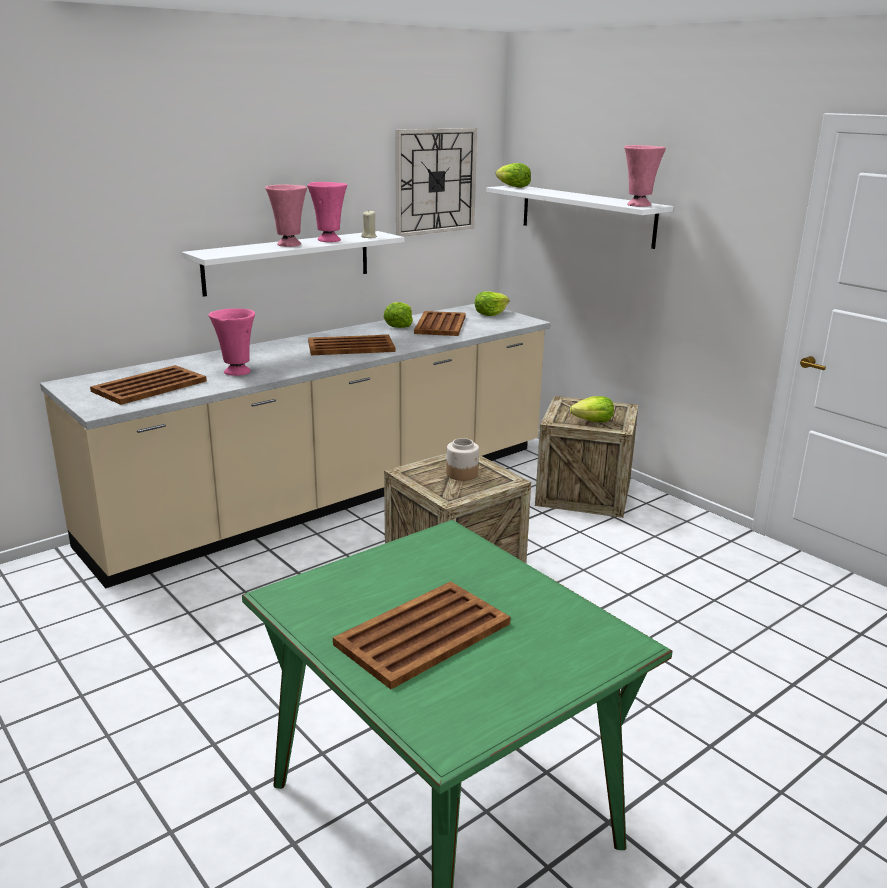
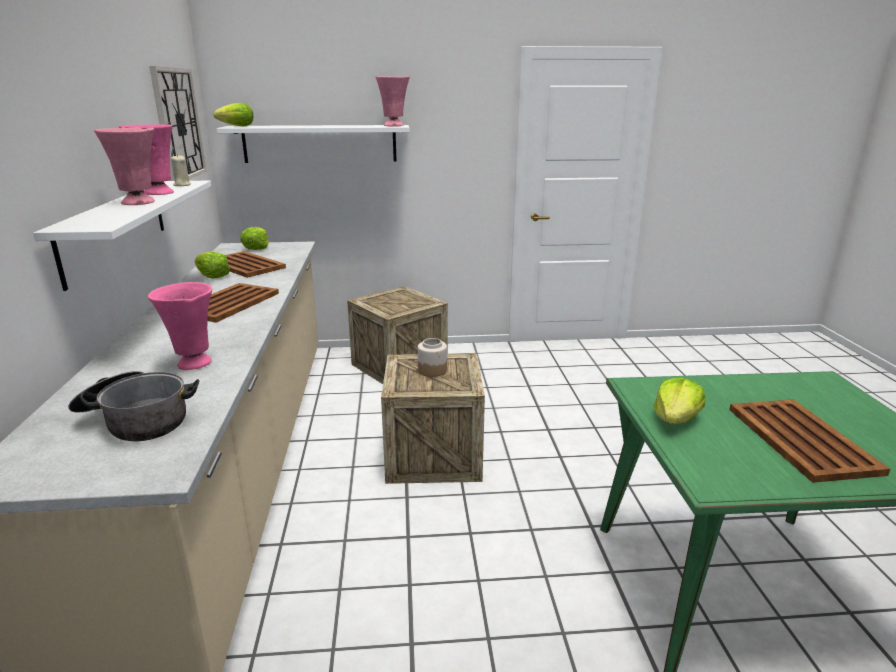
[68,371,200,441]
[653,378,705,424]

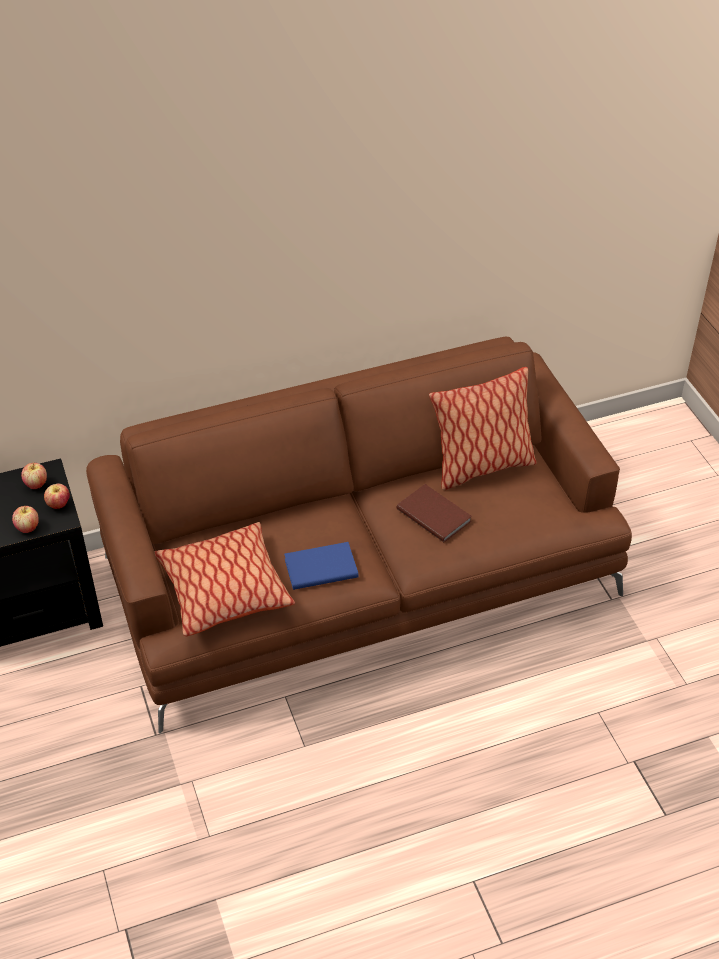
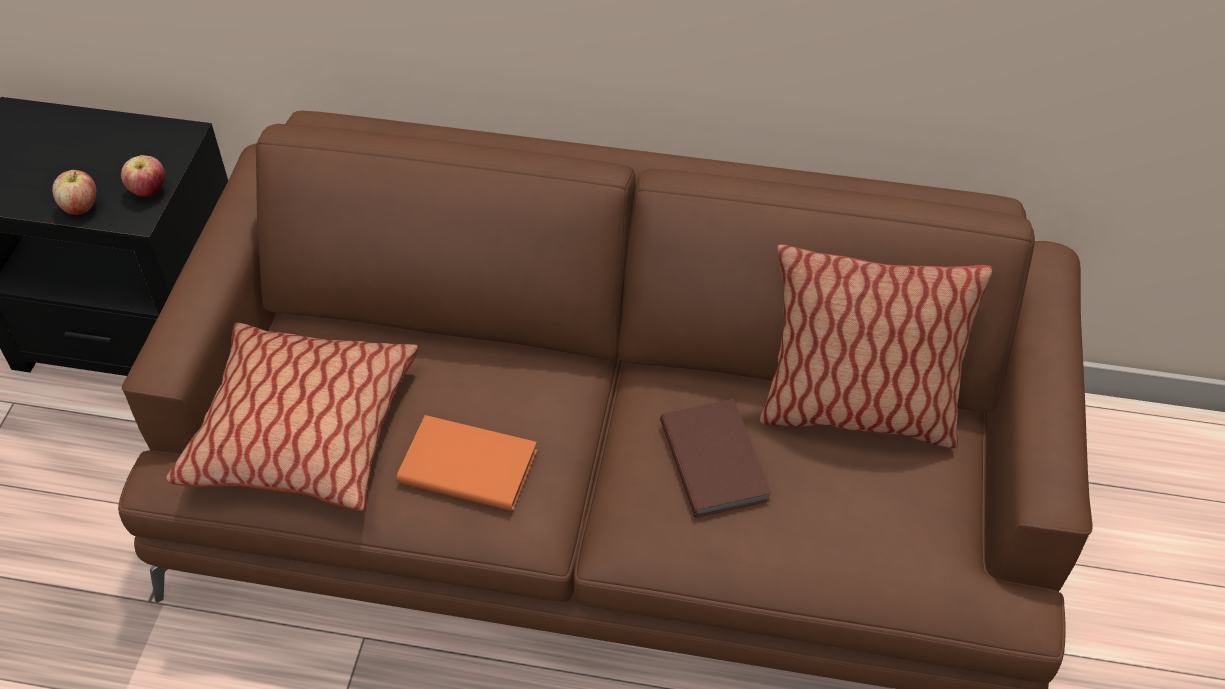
[397,415,537,511]
[21,463,47,489] (first image)

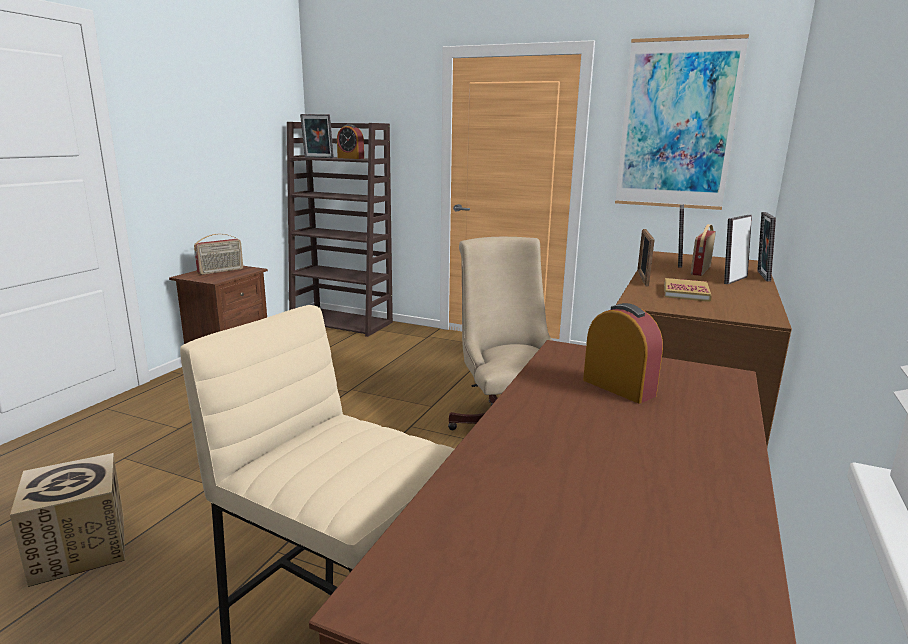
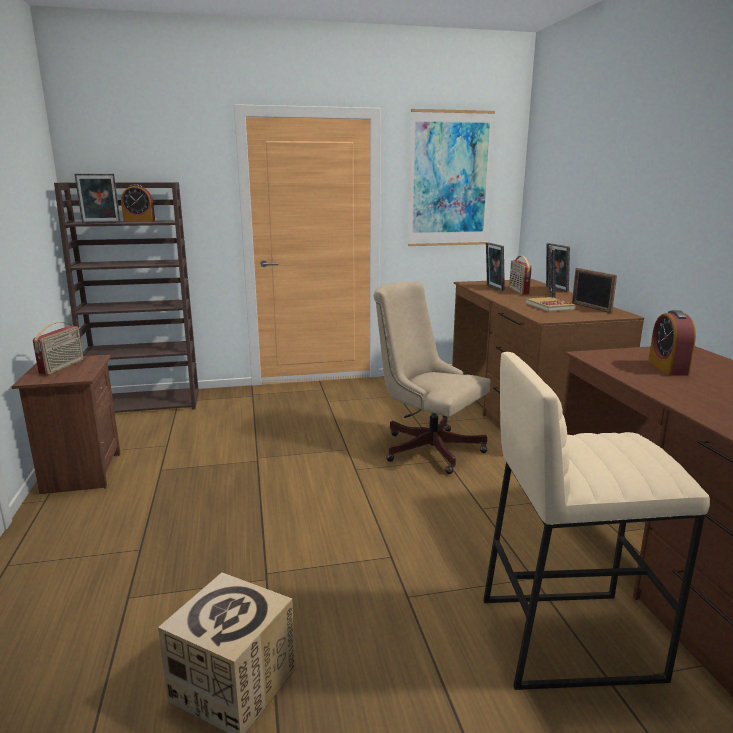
[572,268,617,313]
[648,310,696,376]

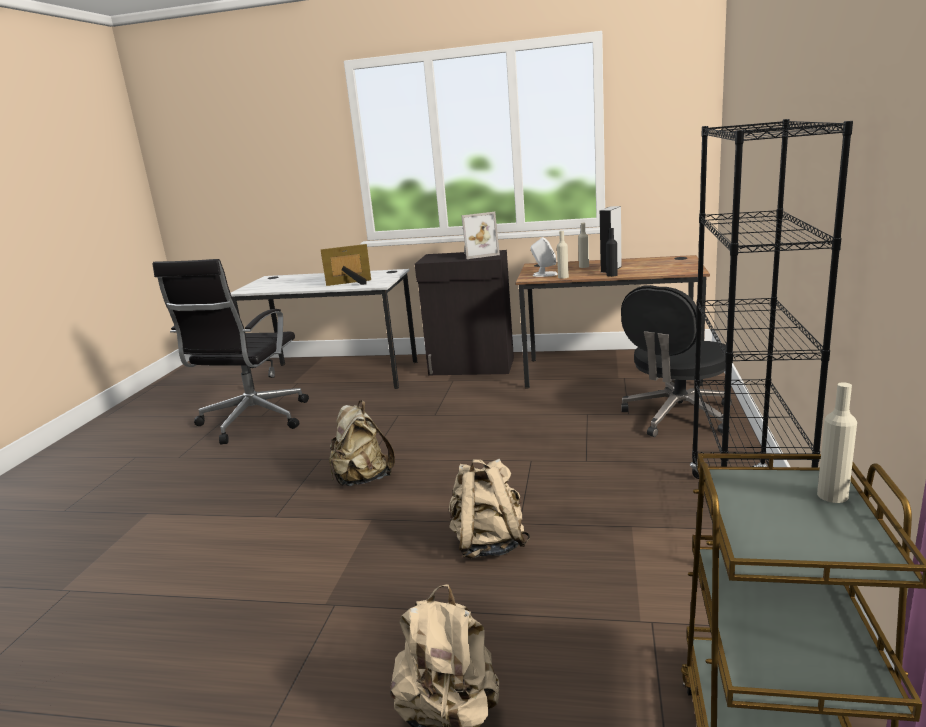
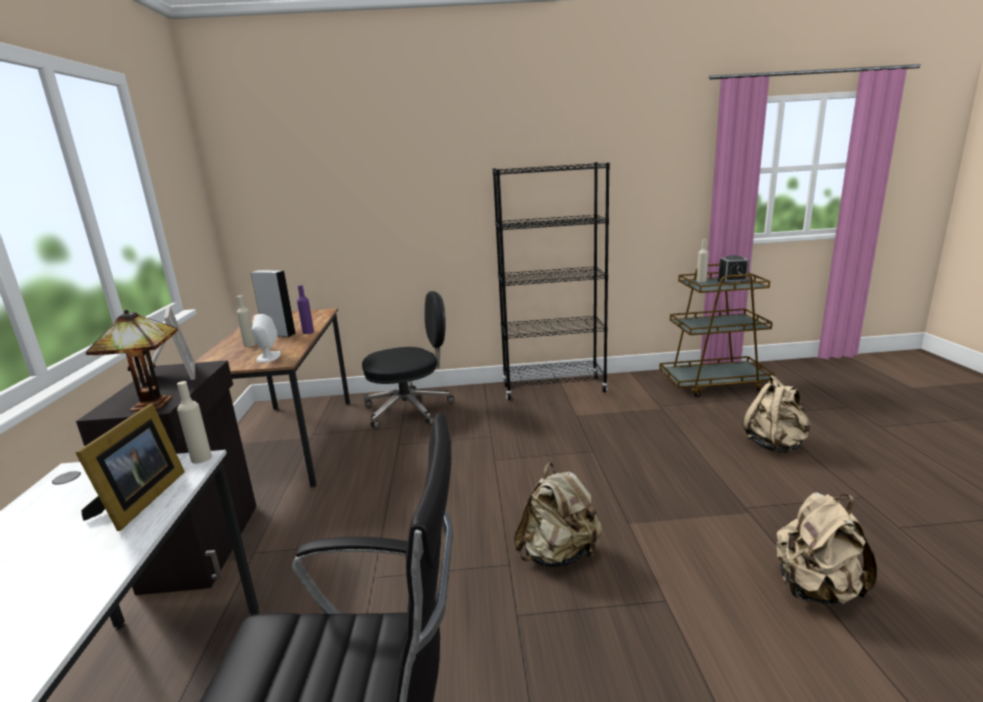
[75,403,185,531]
[86,310,178,412]
[177,381,212,464]
[297,285,314,334]
[362,291,454,428]
[717,255,749,284]
[776,492,877,605]

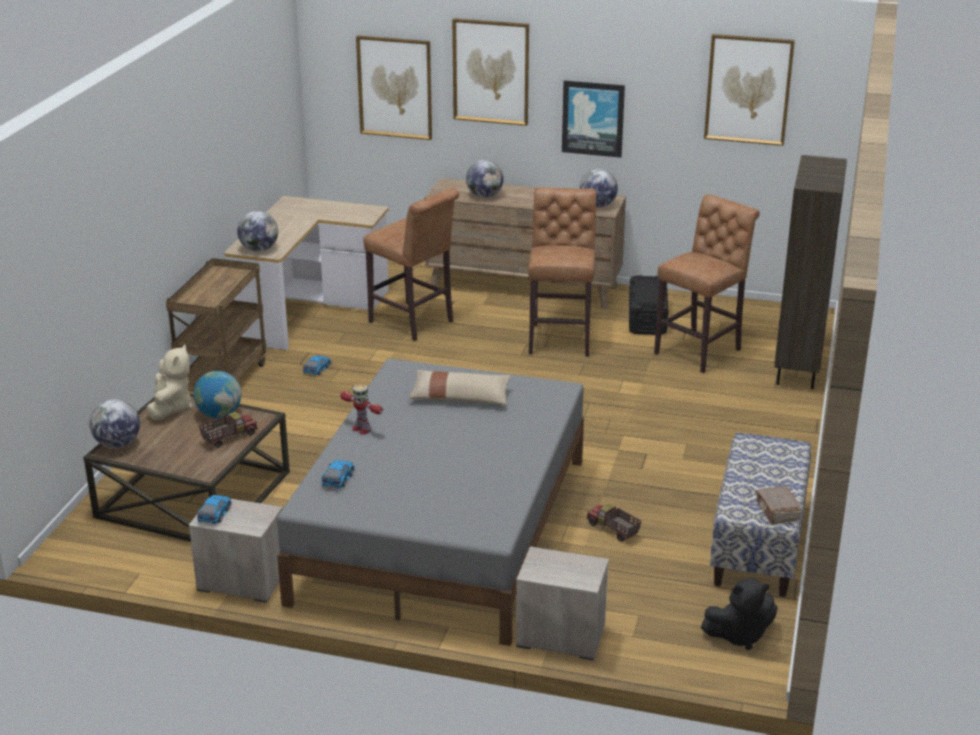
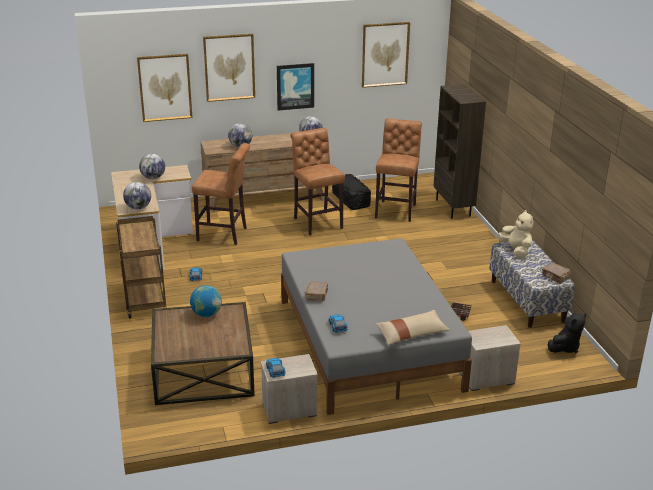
[139,154,165,179]
[305,281,328,302]
[375,310,450,345]
[498,210,533,258]
[198,412,258,448] (first image)

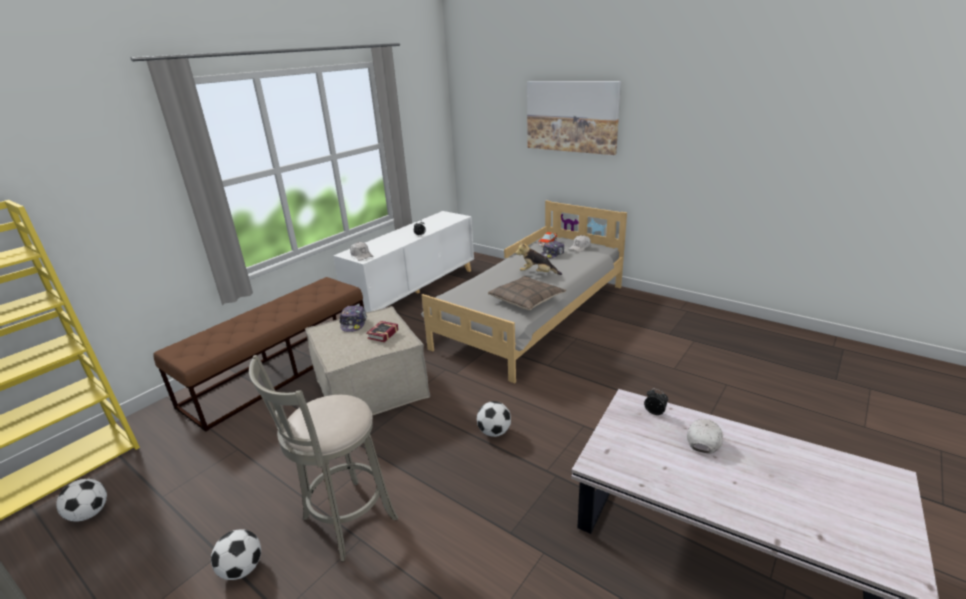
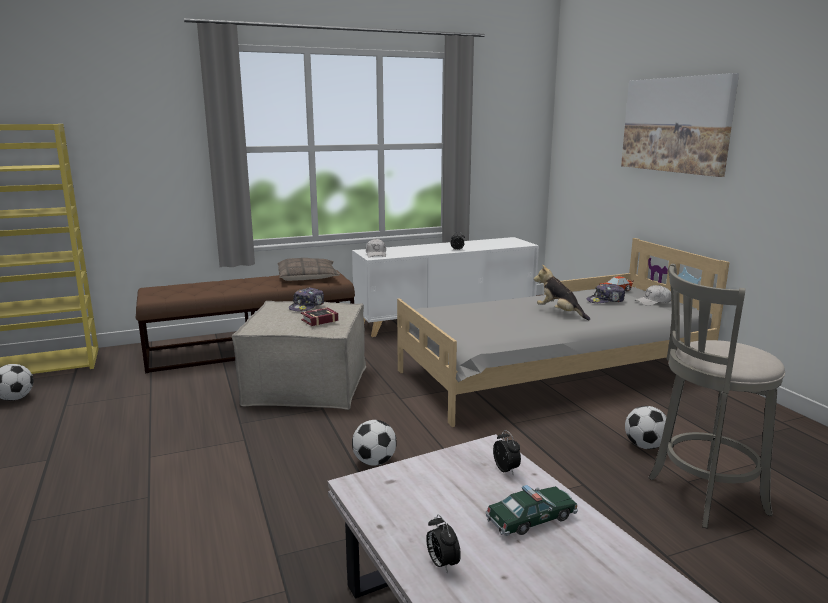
[277,258,340,281]
[426,514,461,574]
[485,485,578,536]
[625,406,666,449]
[648,264,785,529]

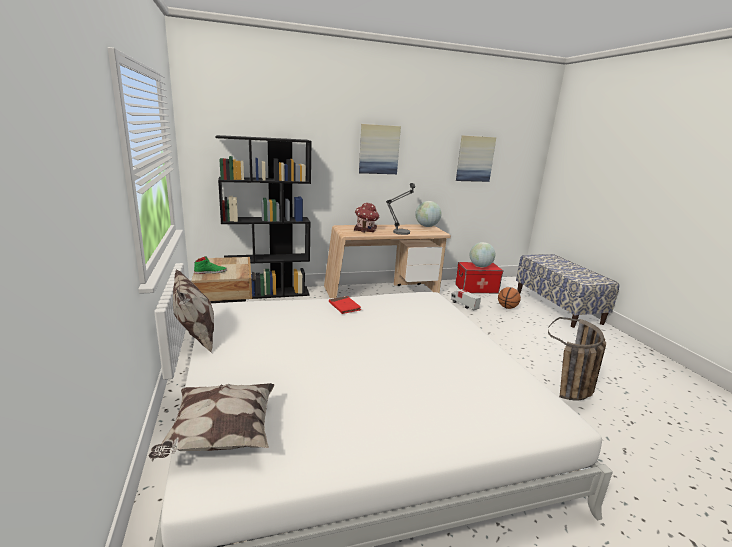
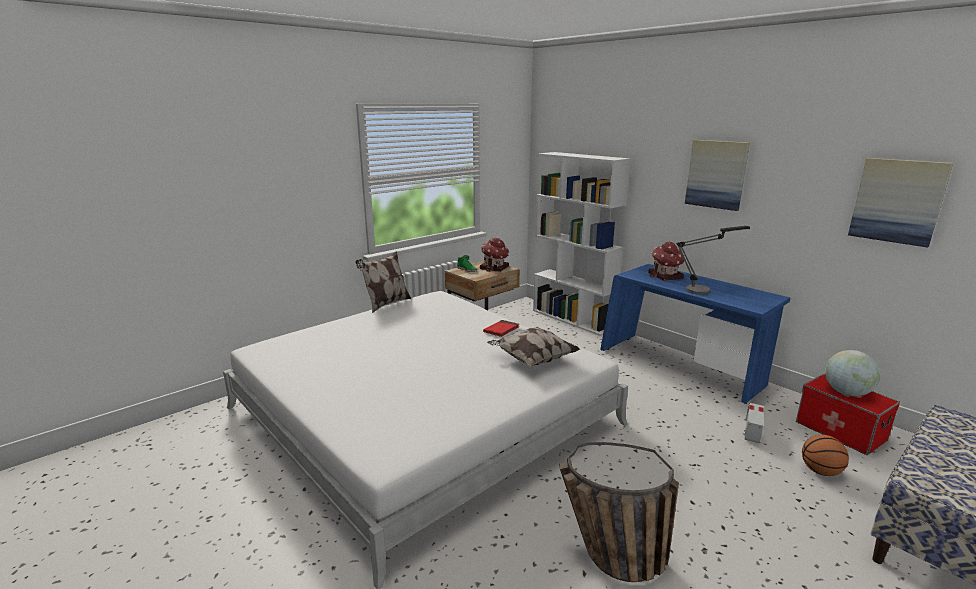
[480,238,509,272]
[487,327,580,366]
[533,152,631,336]
[600,264,790,404]
[415,201,442,227] (first image)

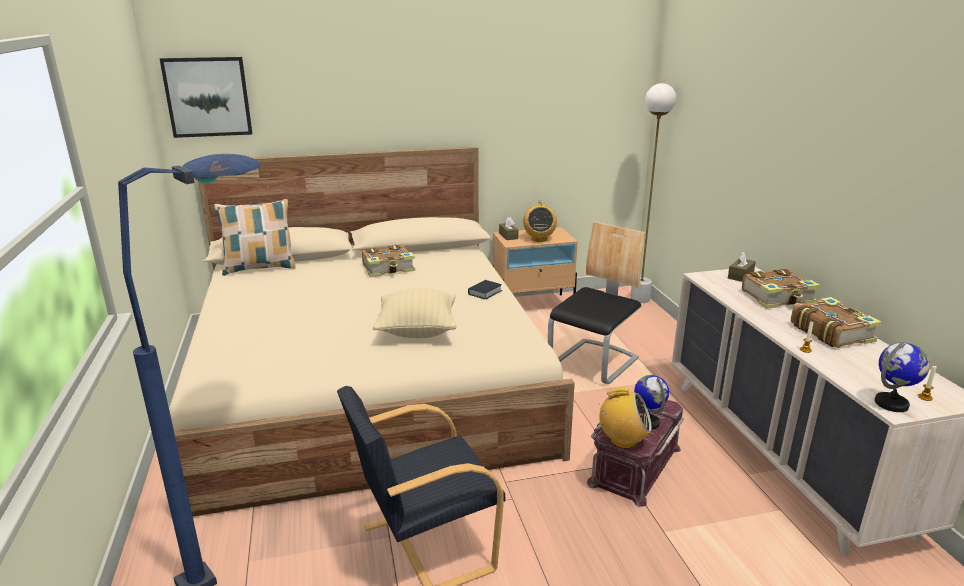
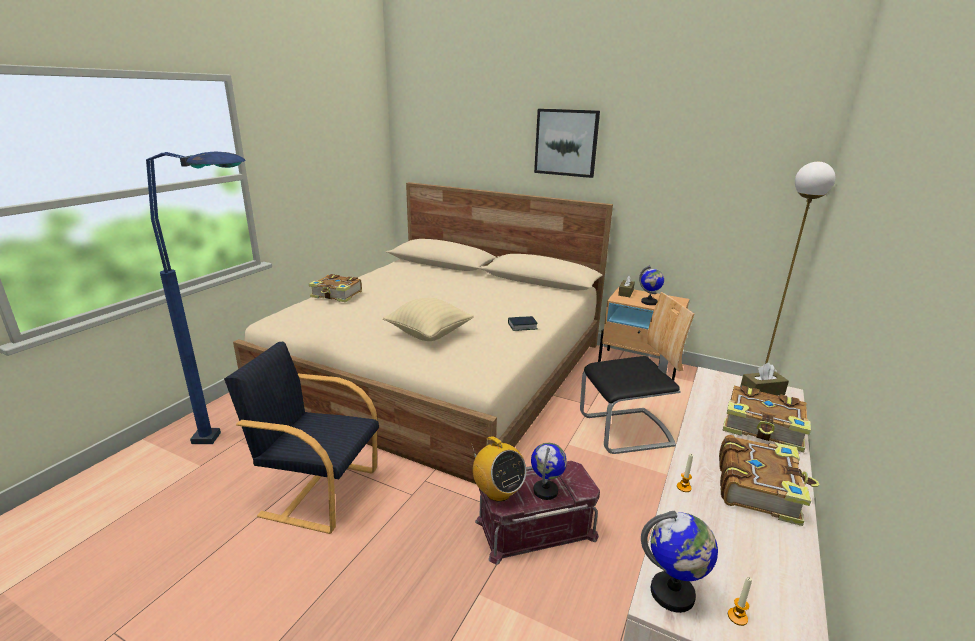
[309,274,362,302]
[534,109,600,178]
[639,265,664,305]
[214,199,296,276] (first image)

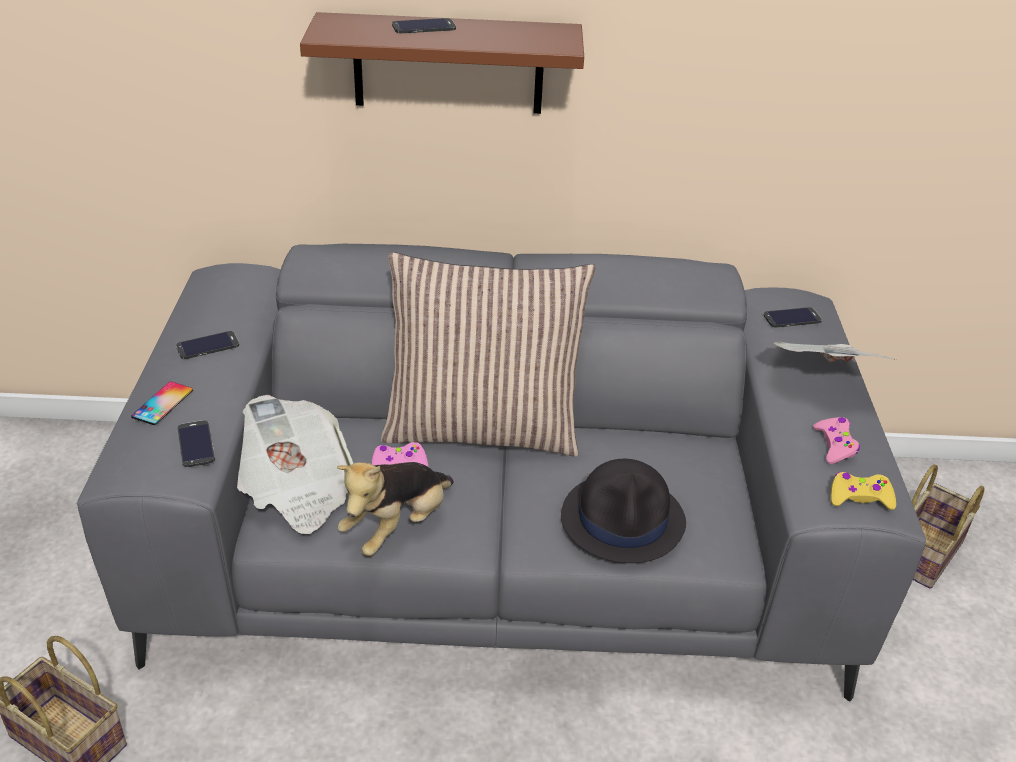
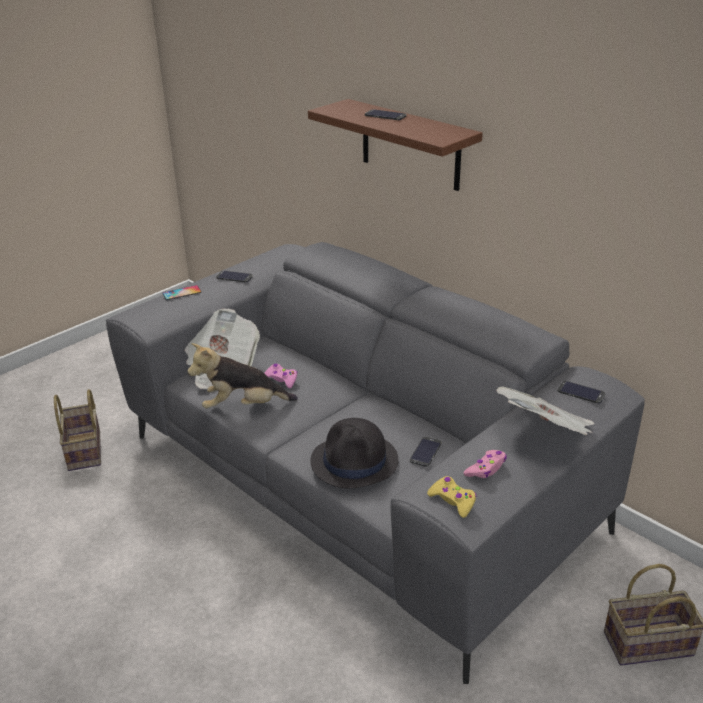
[410,437,441,467]
[381,252,595,457] (first image)

